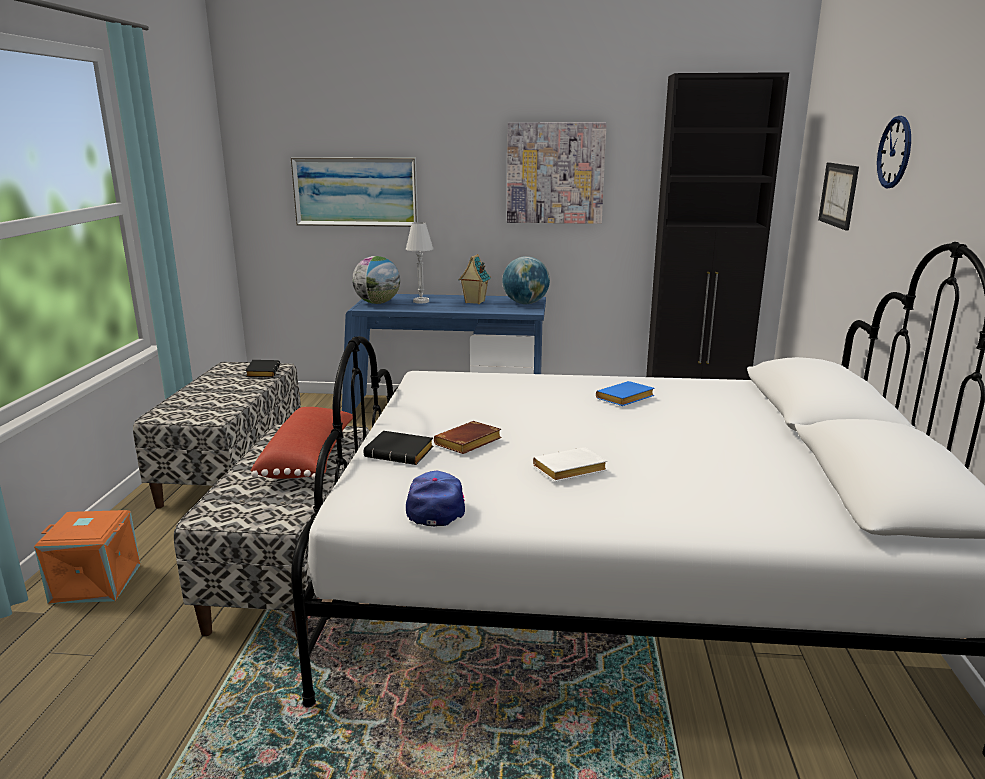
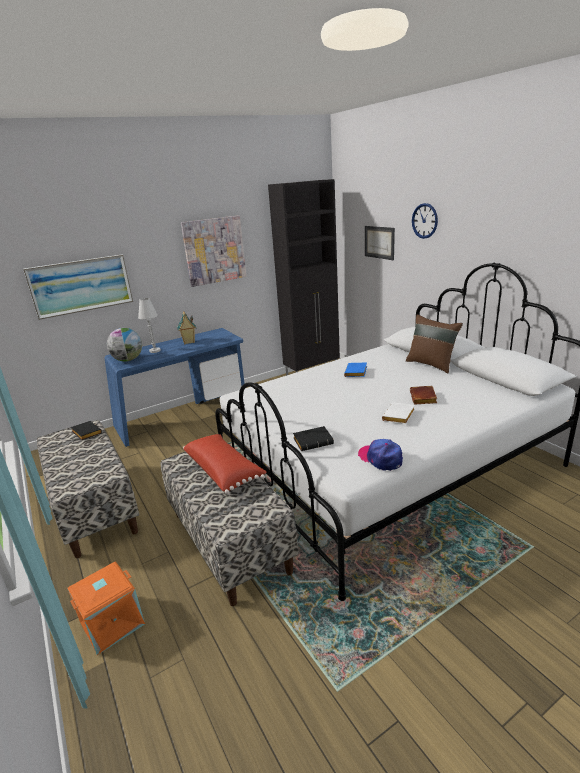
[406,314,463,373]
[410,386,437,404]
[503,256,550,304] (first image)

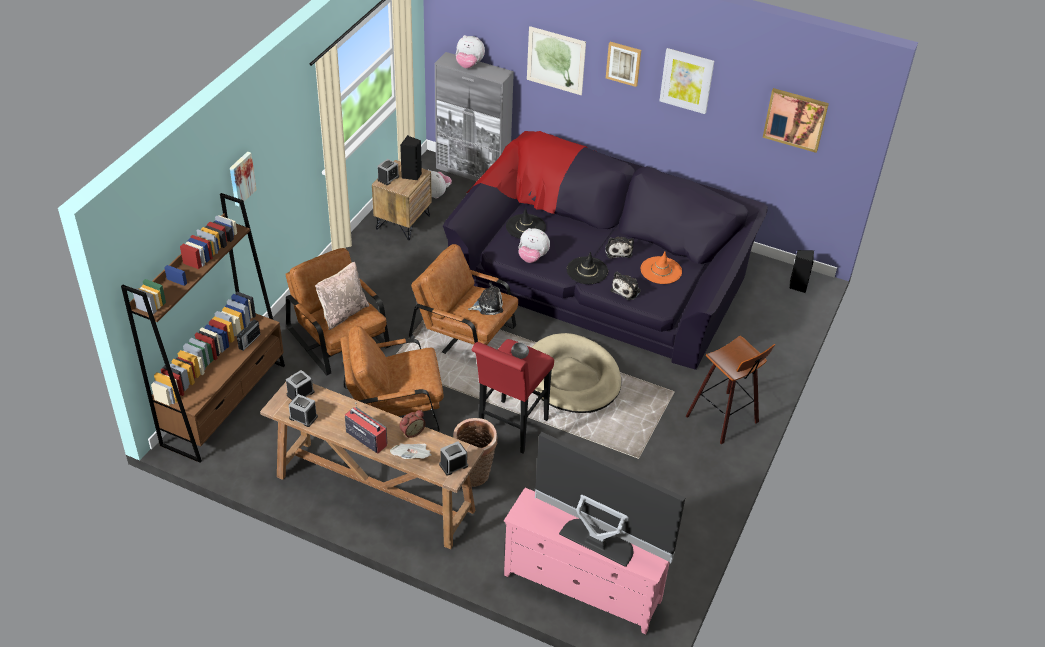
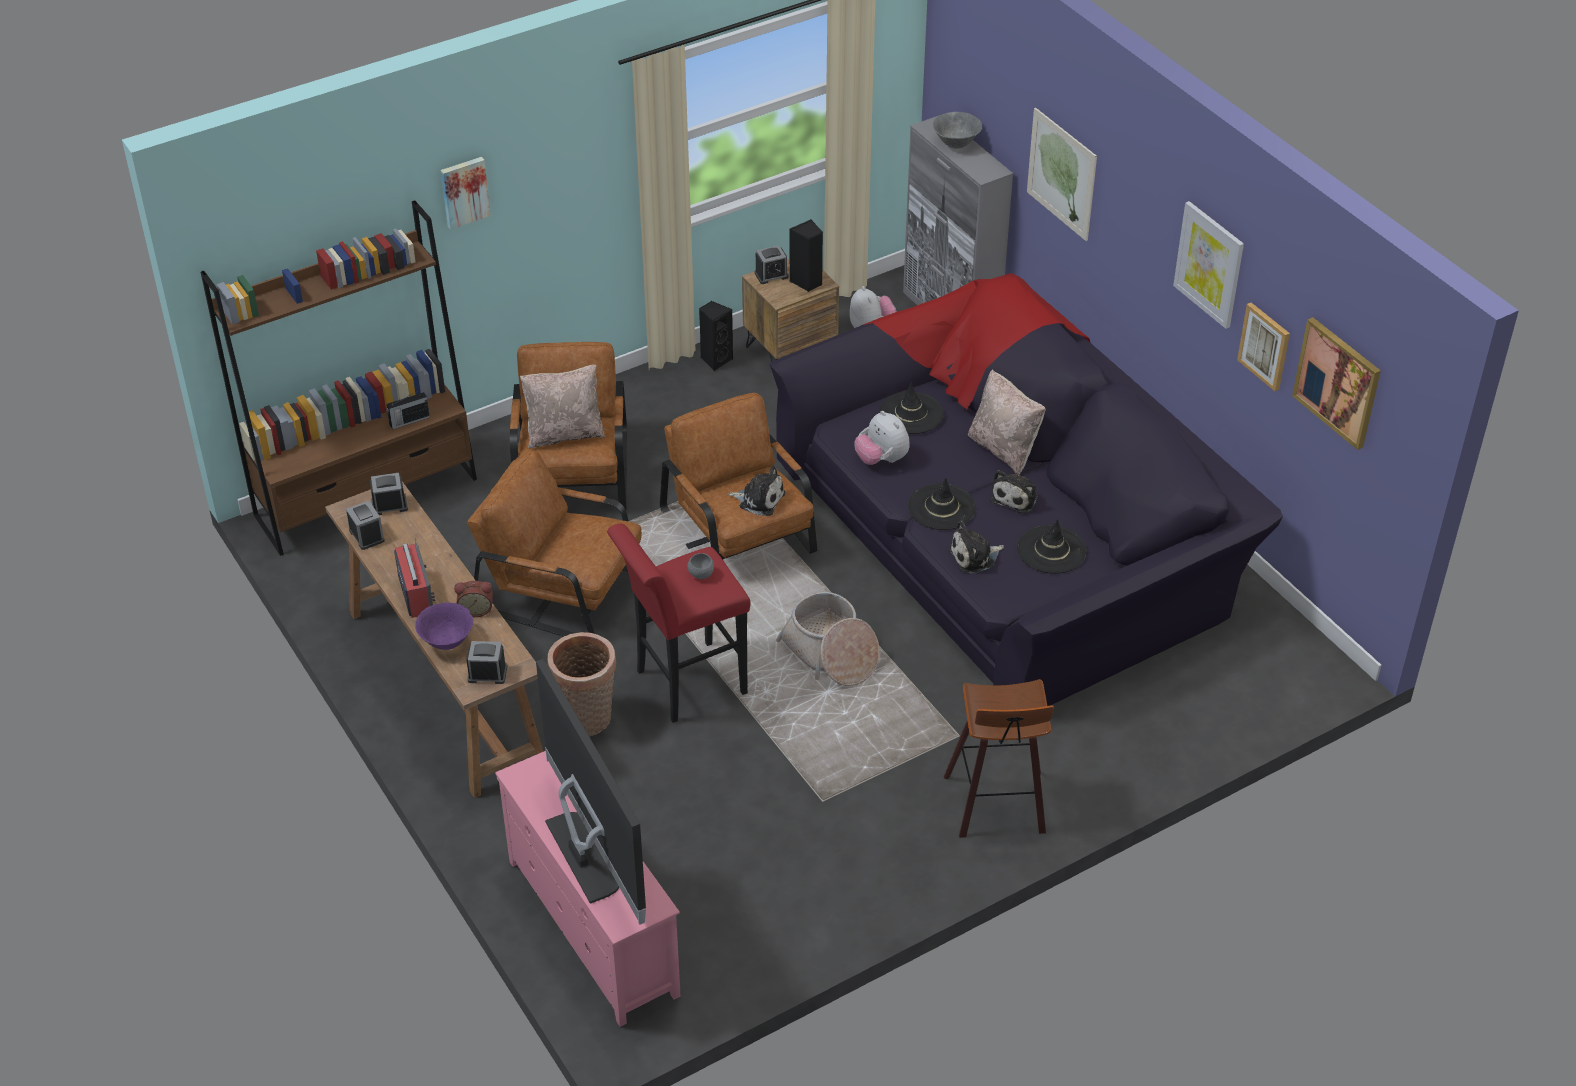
[415,602,473,650]
[699,301,733,371]
[776,592,880,686]
[933,112,982,149]
[968,369,1046,475]
[1017,519,1087,574]
[1237,303,1290,391]

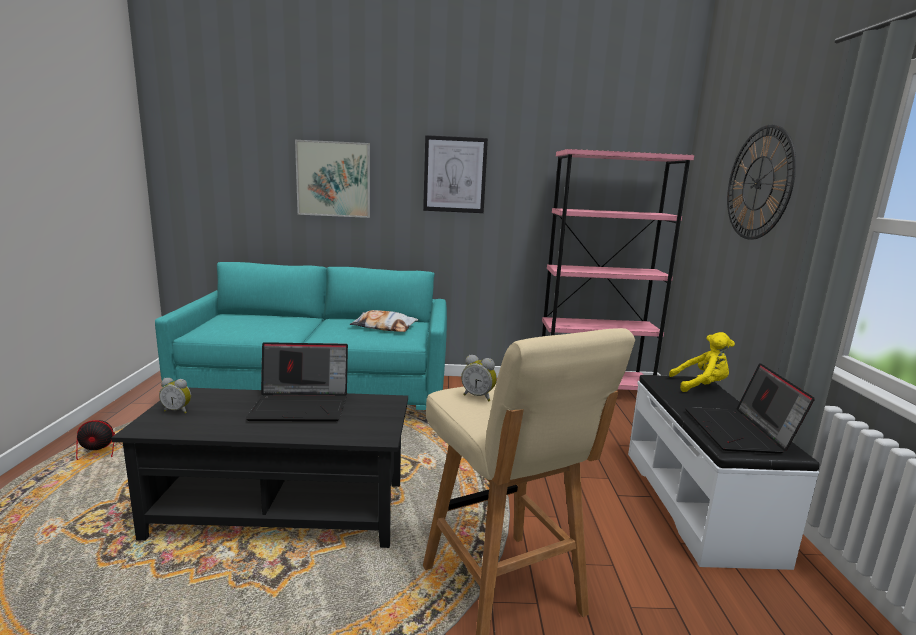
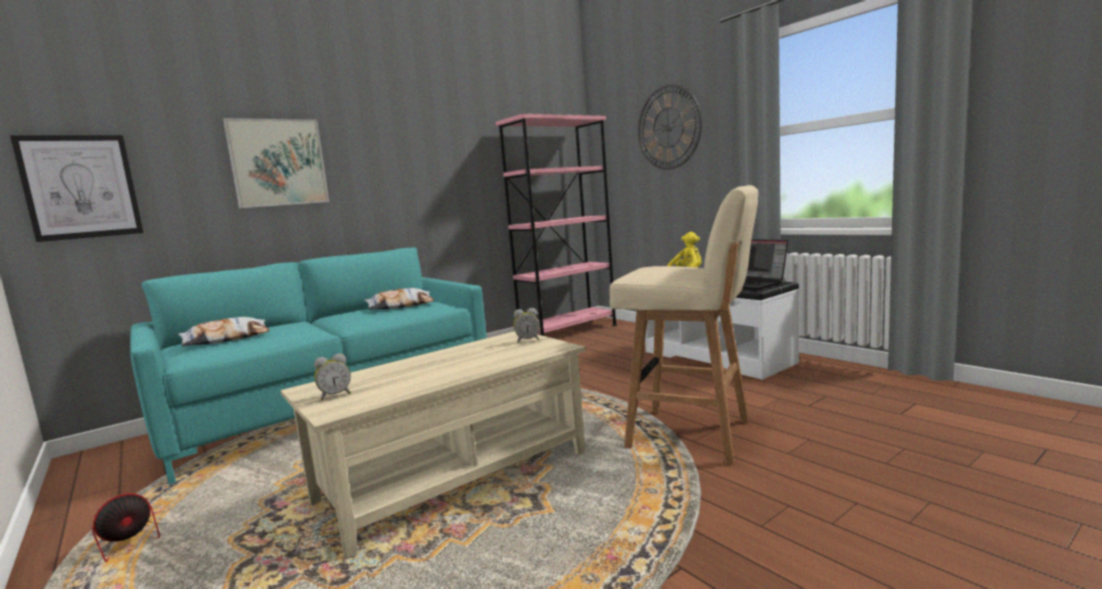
[10,135,143,242]
[178,317,270,347]
[281,331,585,558]
[513,308,540,343]
[246,342,348,422] (first image)

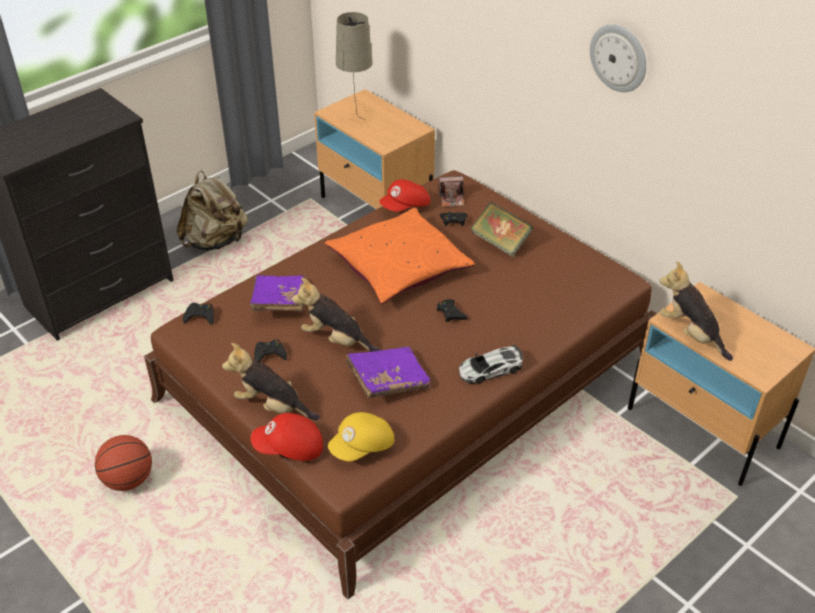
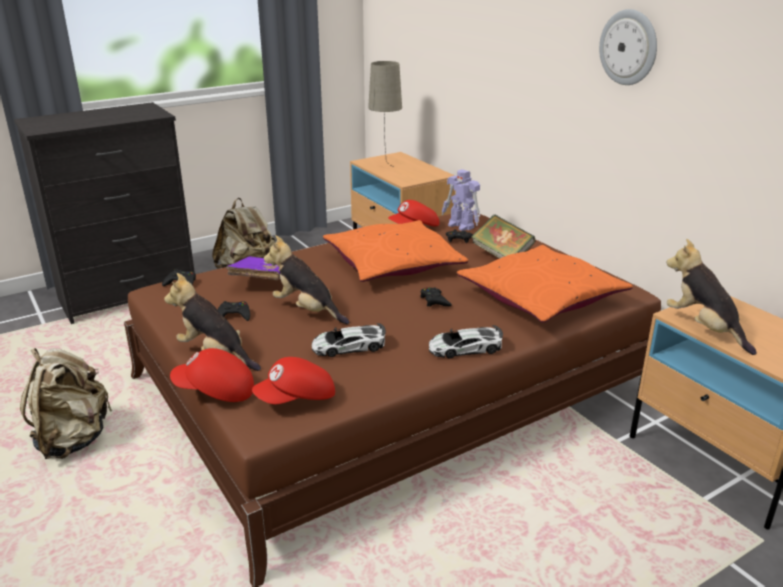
[20,348,112,459]
[252,357,335,404]
[312,323,386,357]
[442,169,480,231]
[457,245,633,323]

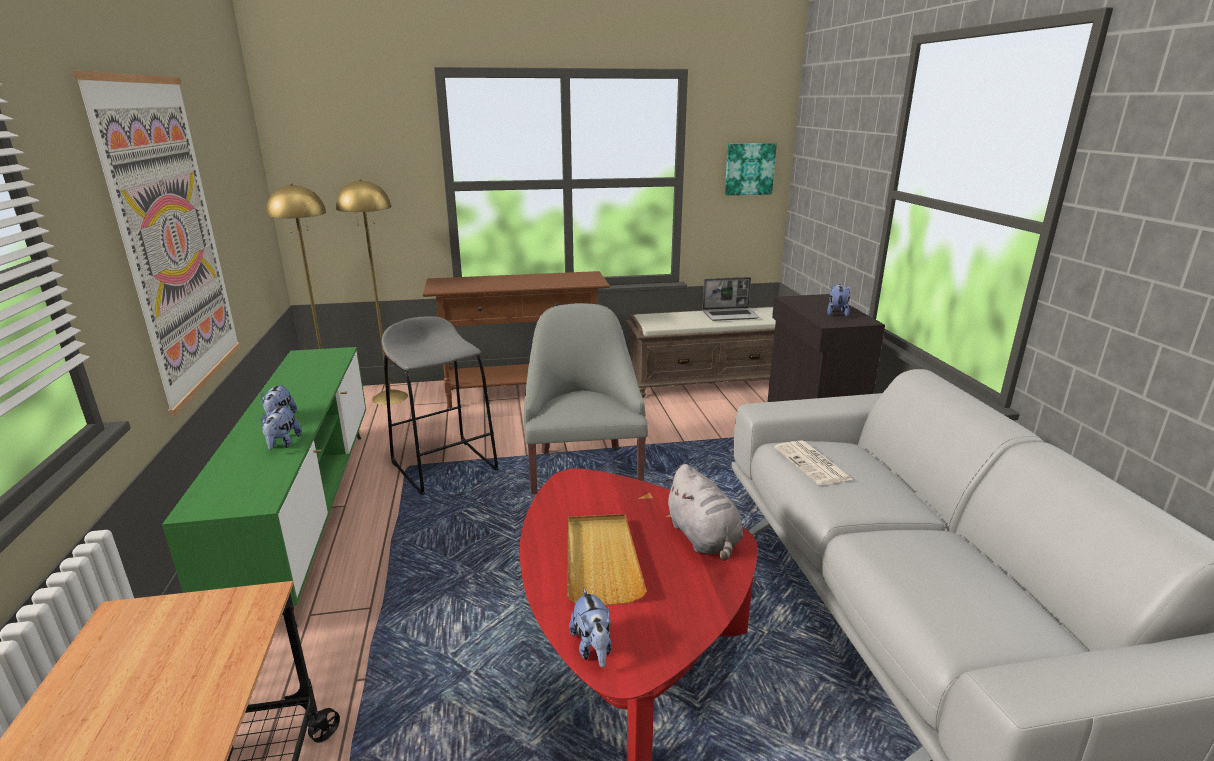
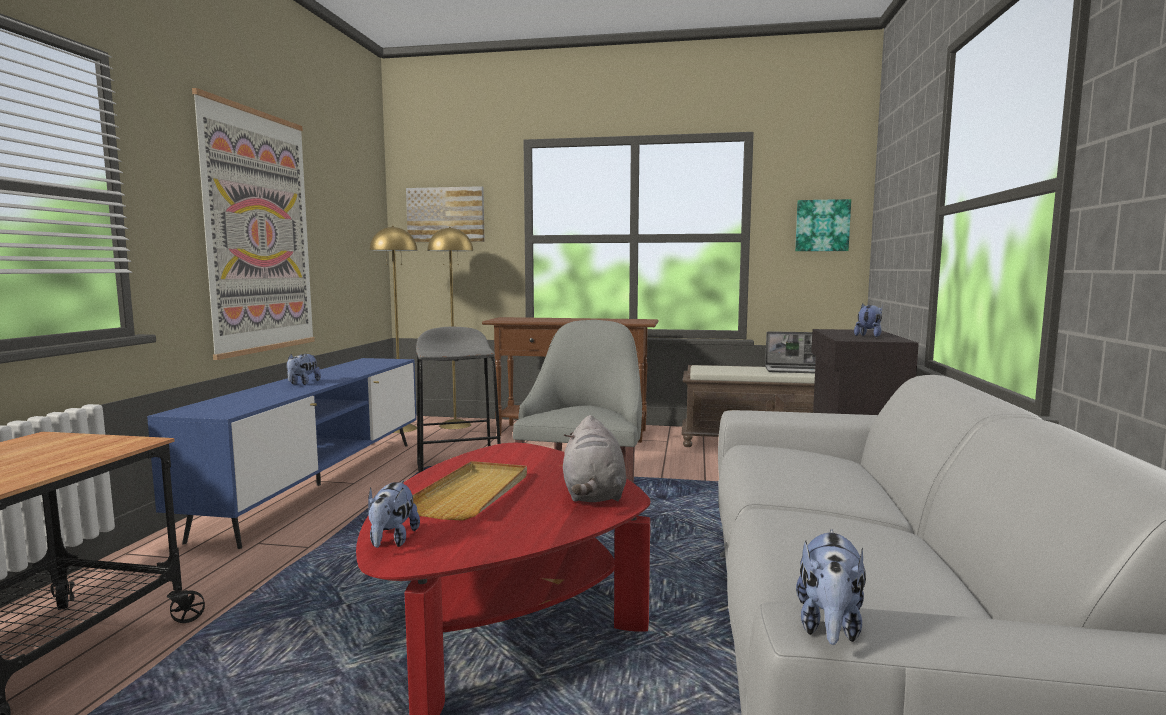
[147,358,417,549]
[406,186,485,242]
[796,529,866,645]
[774,440,853,485] (first image)

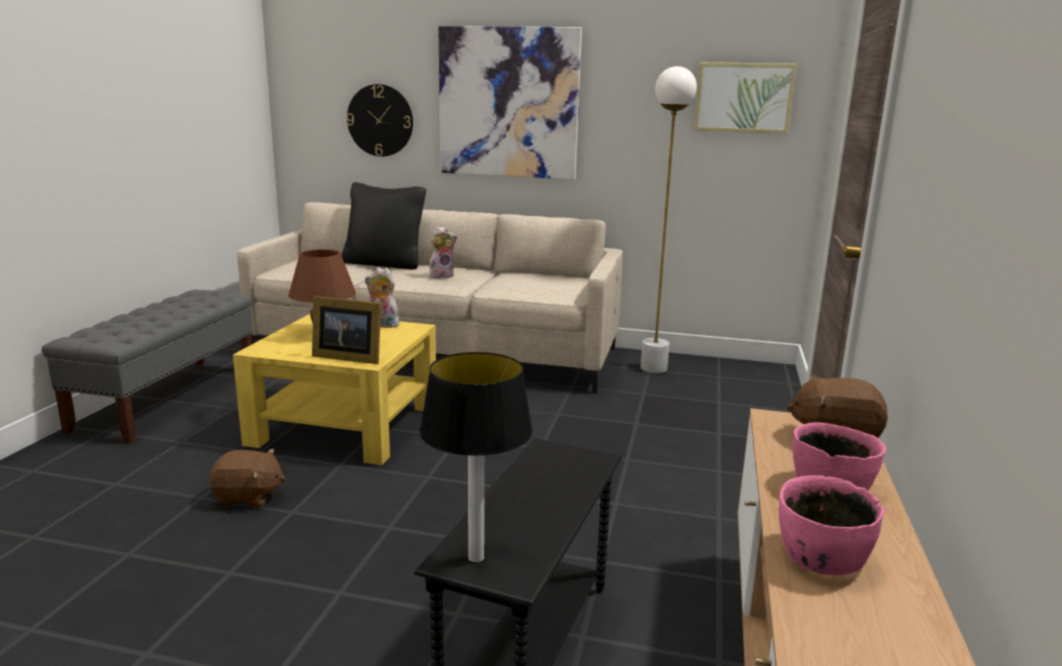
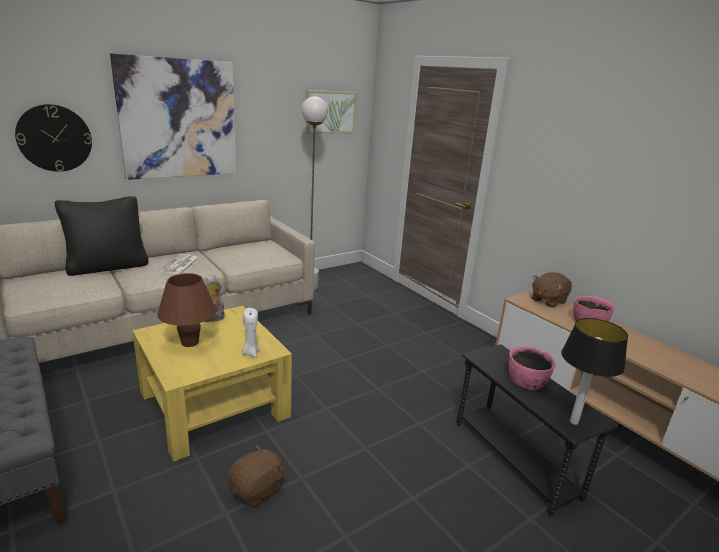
[159,254,200,274]
[242,308,260,357]
[509,346,556,390]

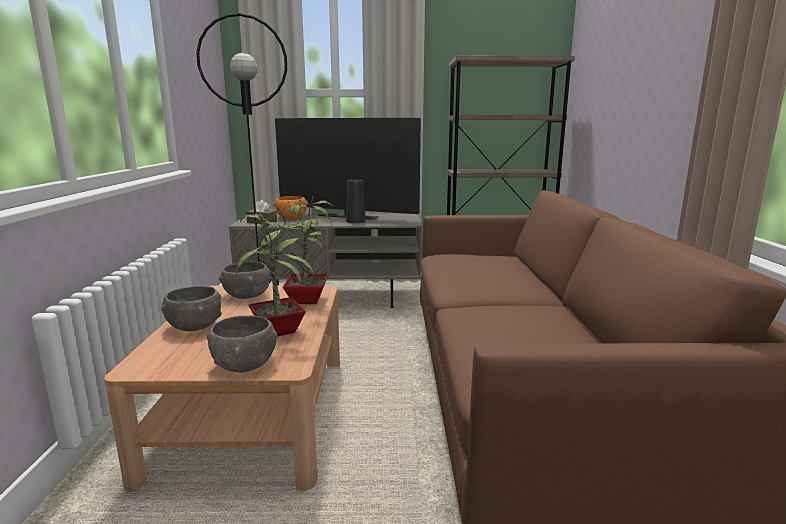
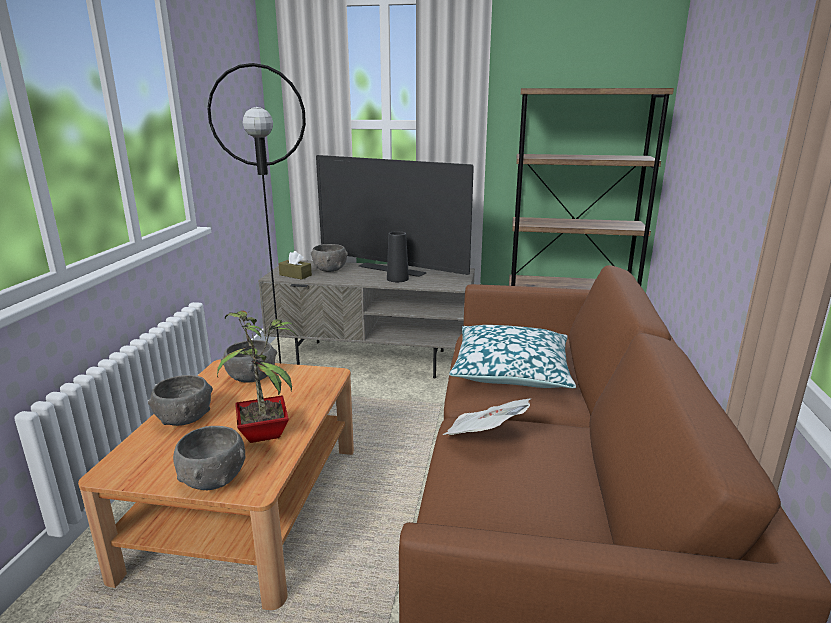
[311,244,348,272]
[443,398,531,435]
[449,325,576,388]
[260,196,332,304] (first image)

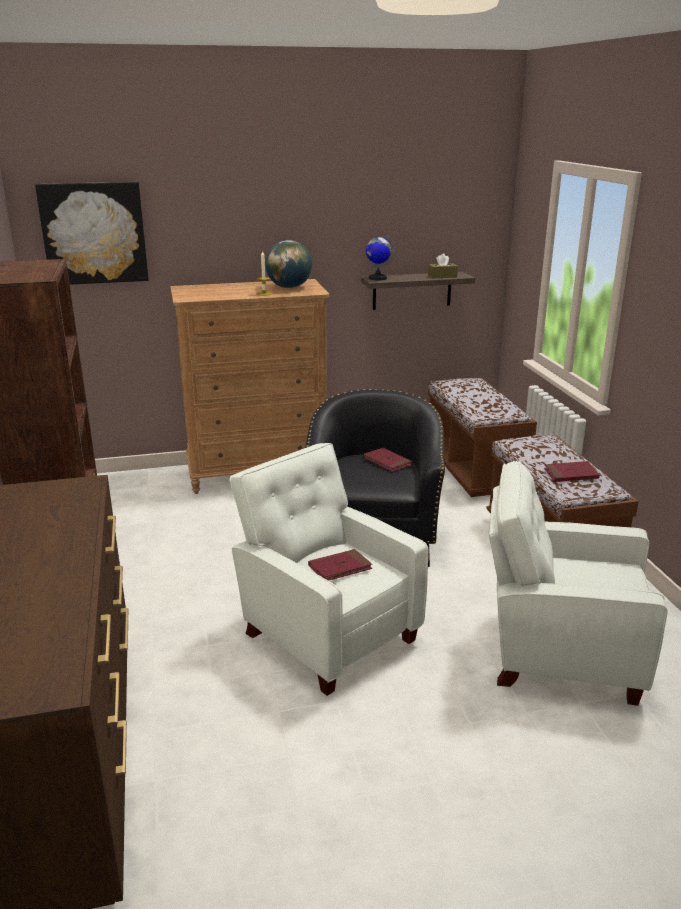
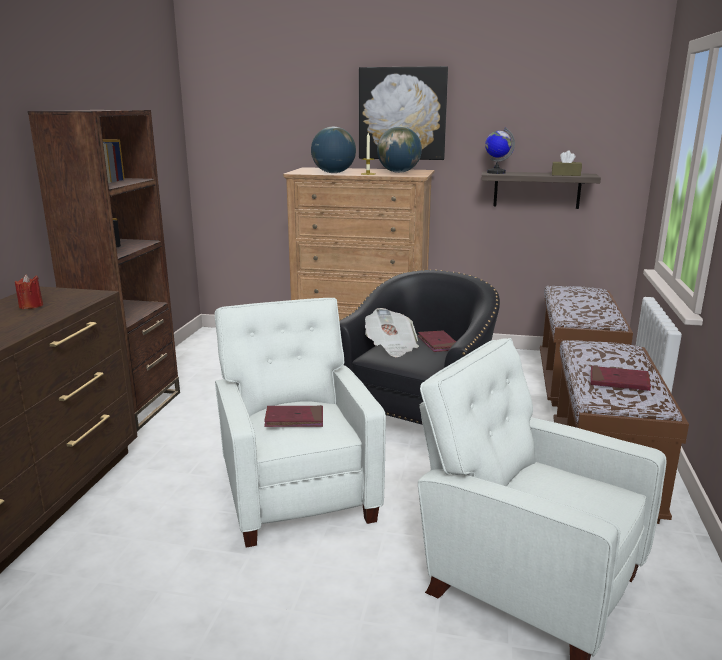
[15,274,43,309]
[311,127,356,173]
[359,66,448,160]
[365,308,419,357]

